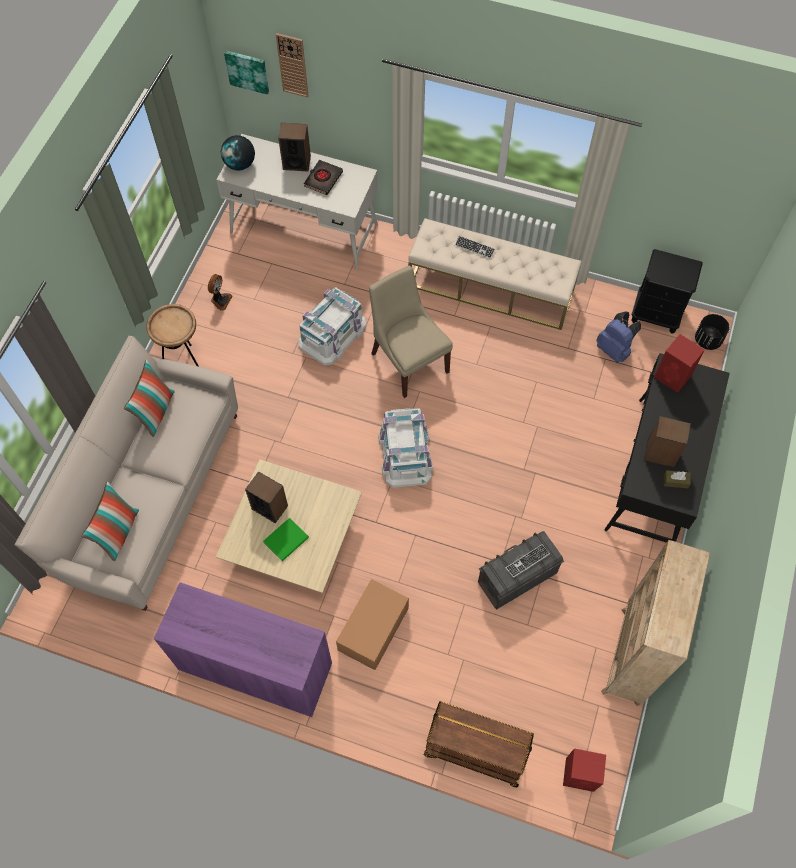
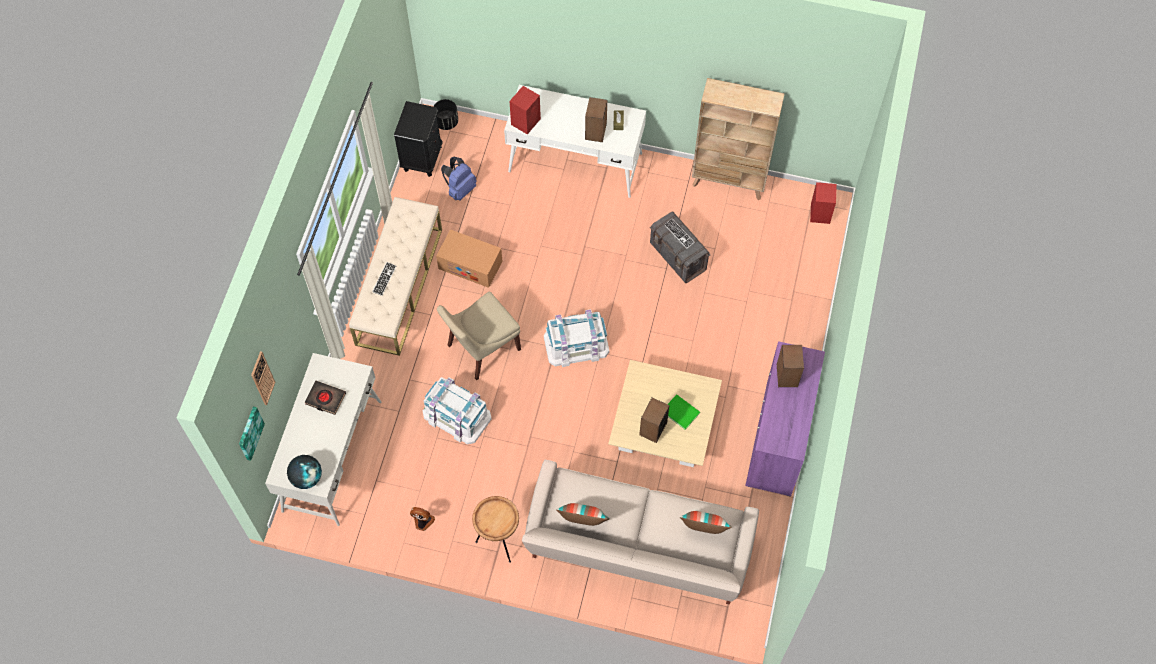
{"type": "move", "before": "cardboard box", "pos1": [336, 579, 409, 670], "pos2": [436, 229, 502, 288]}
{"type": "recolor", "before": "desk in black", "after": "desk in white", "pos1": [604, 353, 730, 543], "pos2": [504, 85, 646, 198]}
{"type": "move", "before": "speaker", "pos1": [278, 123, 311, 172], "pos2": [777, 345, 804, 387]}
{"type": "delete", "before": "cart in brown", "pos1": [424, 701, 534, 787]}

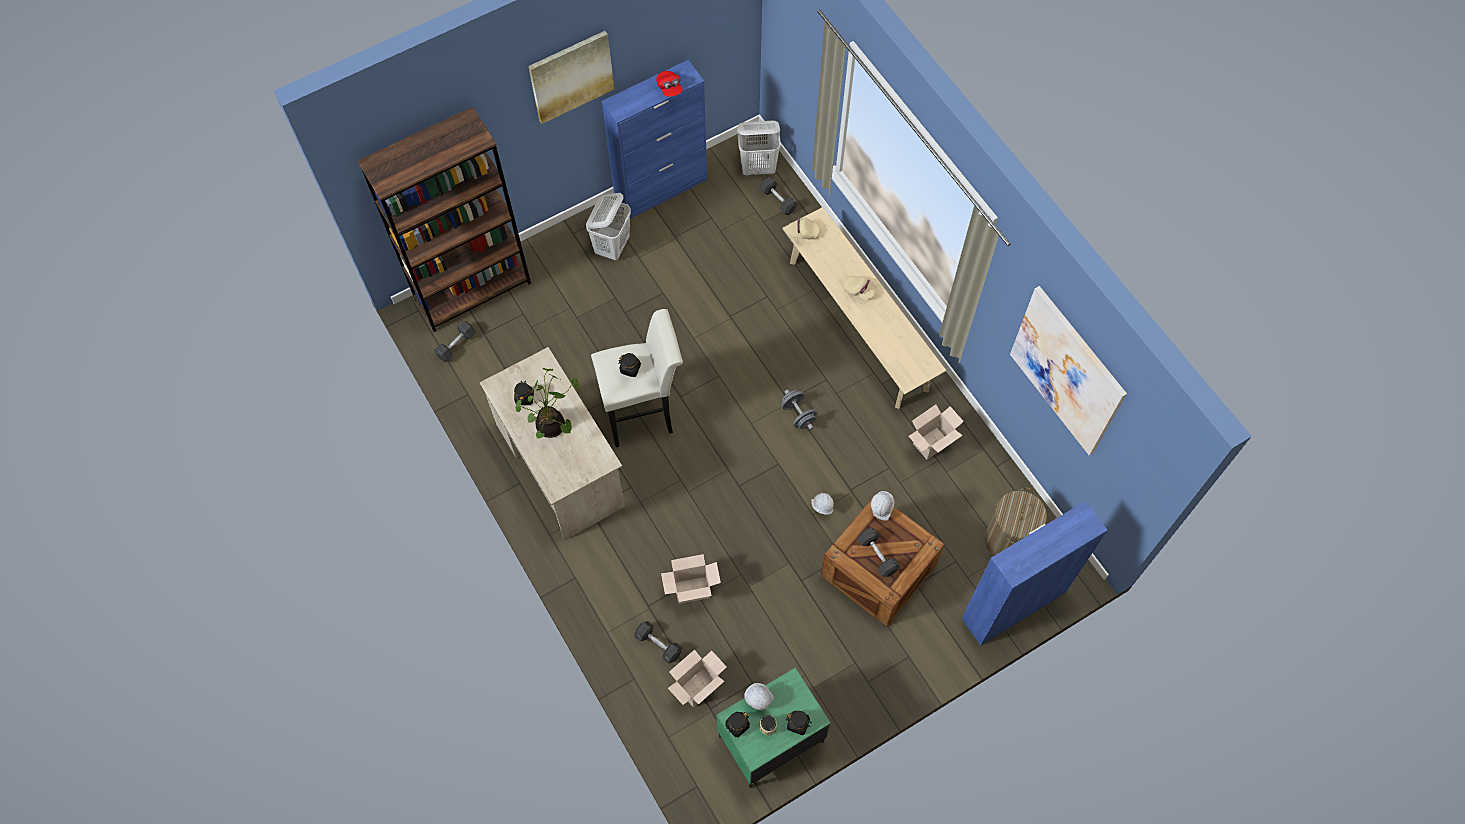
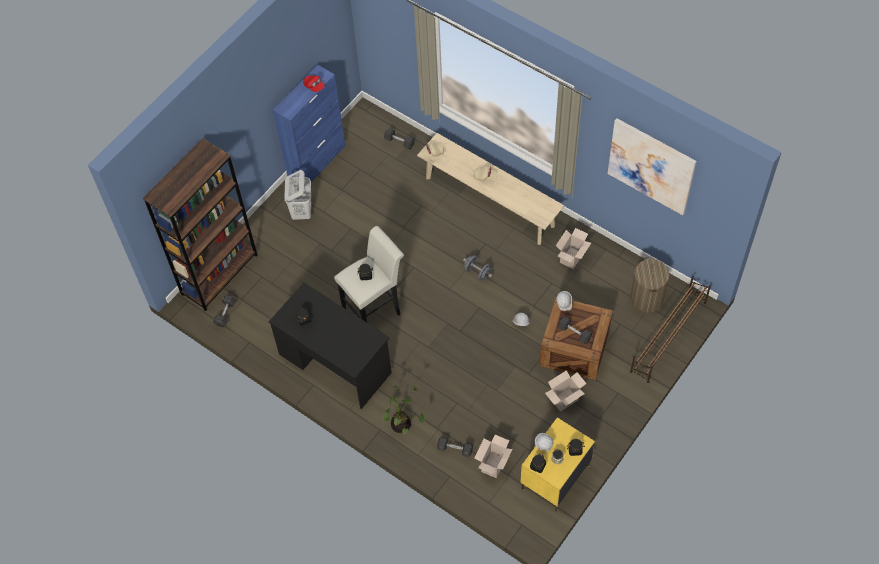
{"type": "recolor", "before": "desk in beige", "after": "desk in black", "pos1": [479, 347, 625, 540], "pos2": [269, 283, 392, 409]}
{"type": "move", "before": "potted plant", "pos1": [515, 368, 580, 439], "pos2": [383, 385, 425, 434]}
{"type": "recolor", "before": "nightstand in green", "after": "nightstand in yellow", "pos1": [716, 667, 831, 788], "pos2": [521, 417, 595, 512]}
{"type": "move", "before": "cardboard box", "pos1": [661, 554, 721, 604], "pos2": [545, 370, 587, 412]}
{"type": "replace", "before": "cabinet in blue", "after": "shoe rack in brown", "pos1": [962, 501, 1108, 645], "pos2": [630, 276, 711, 383]}
{"type": "delete", "before": "picture", "pos1": [528, 31, 614, 124]}
{"type": "delete", "before": "laundry basket in white", "pos1": [737, 121, 781, 175]}

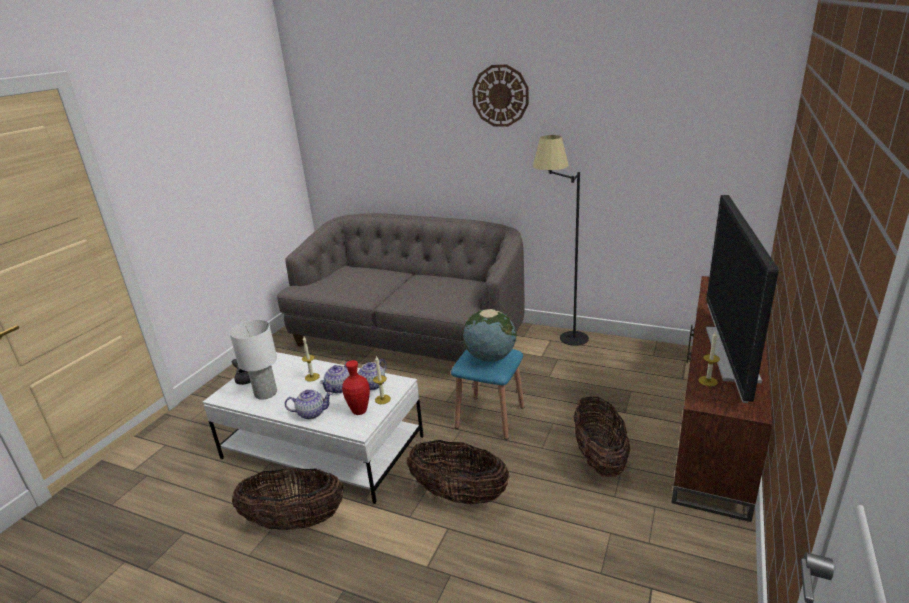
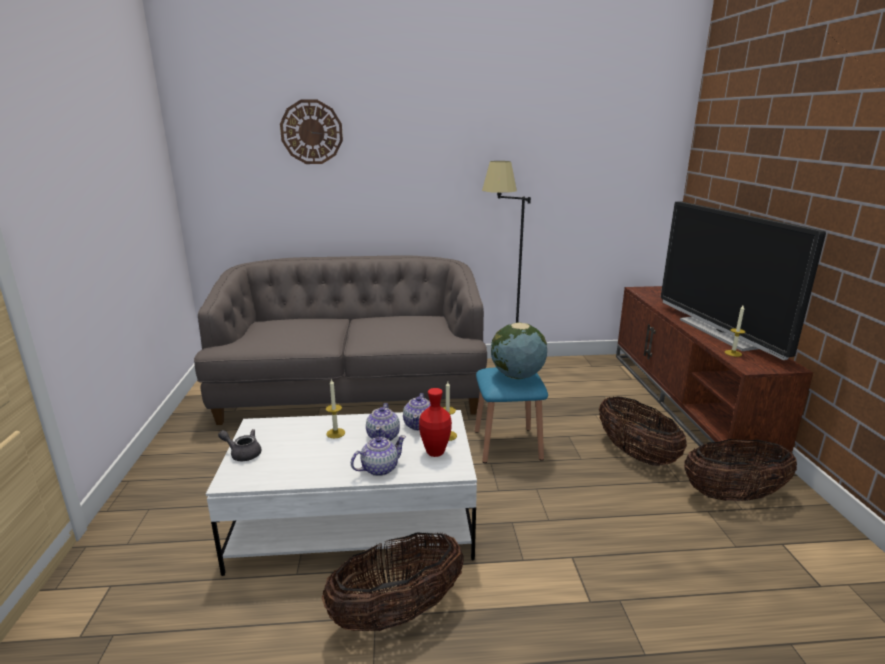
{"type": "move", "before": "wall clock", "pos1": [472, 64, 529, 127], "pos2": [280, 100, 343, 164]}
{"type": "move", "before": "basket", "pos1": [407, 440, 510, 505], "pos2": [684, 439, 797, 501]}
{"type": "delete", "before": "table lamp in white", "pos1": [229, 320, 277, 400]}

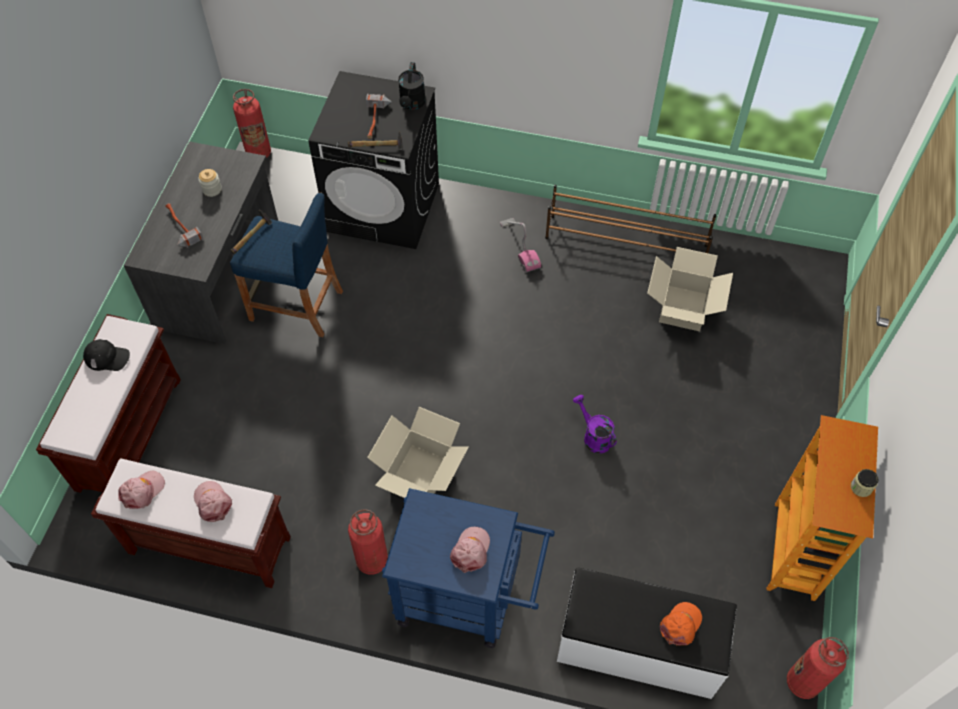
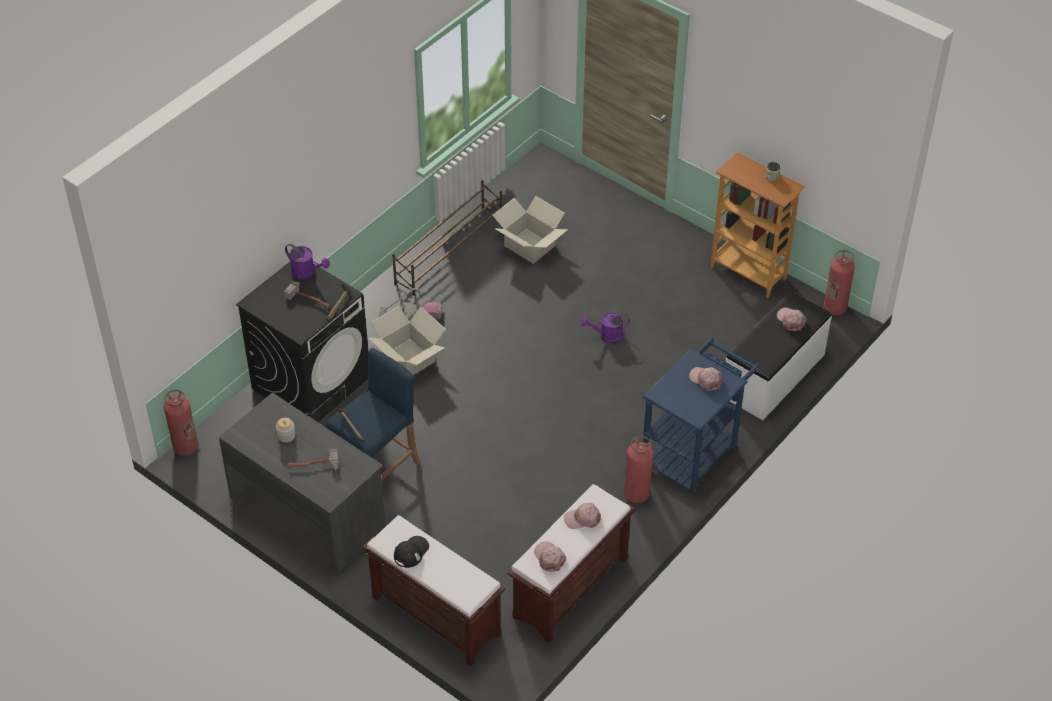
{"type": "recolor", "before": "watering can in black", "after": "watering can in purple", "pos1": [398, 62, 426, 110], "pos2": [285, 244, 330, 280]}
{"type": "move", "before": "cardboard box", "pos1": [367, 407, 468, 498], "pos2": [368, 306, 446, 375]}
{"type": "recolor", "before": "cap in orange", "after": "cap in pink", "pos1": [660, 602, 702, 646], "pos2": [777, 307, 807, 331]}

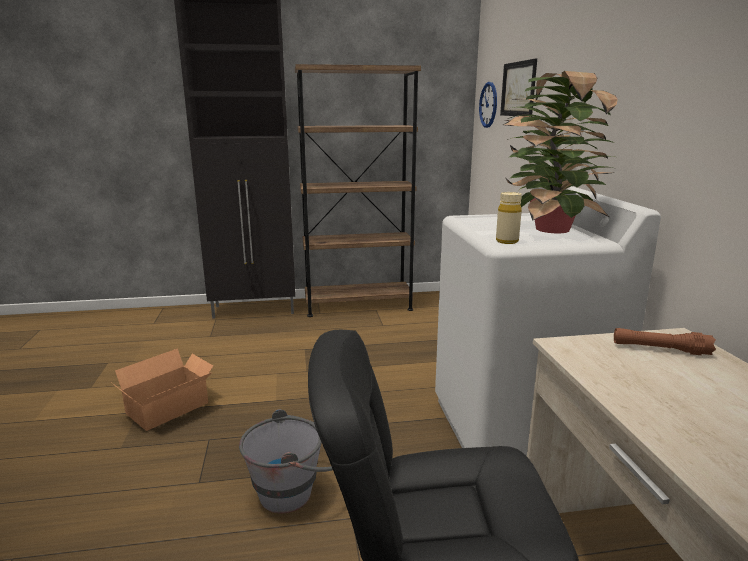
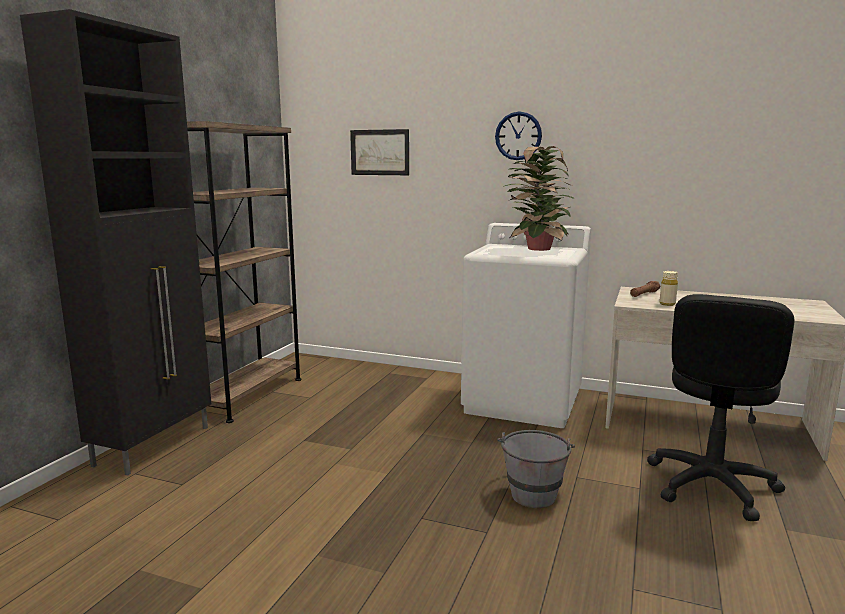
{"type": "move", "before": "wall clock", "pos1": [479, 82, 497, 128], "pos2": [495, 112, 542, 160]}
{"type": "move", "before": "bottle in beige", "pos1": [496, 192, 522, 244], "pos2": [659, 271, 678, 306]}
{"type": "delete", "before": "cardboard box", "pos1": [112, 348, 213, 431]}

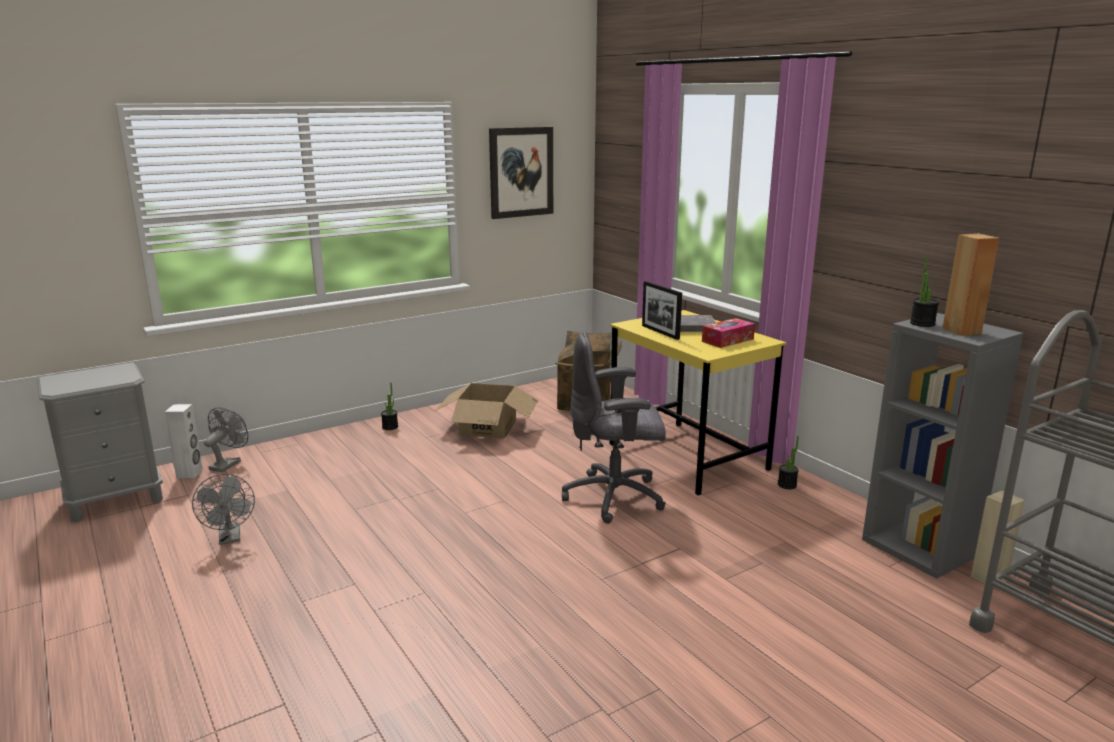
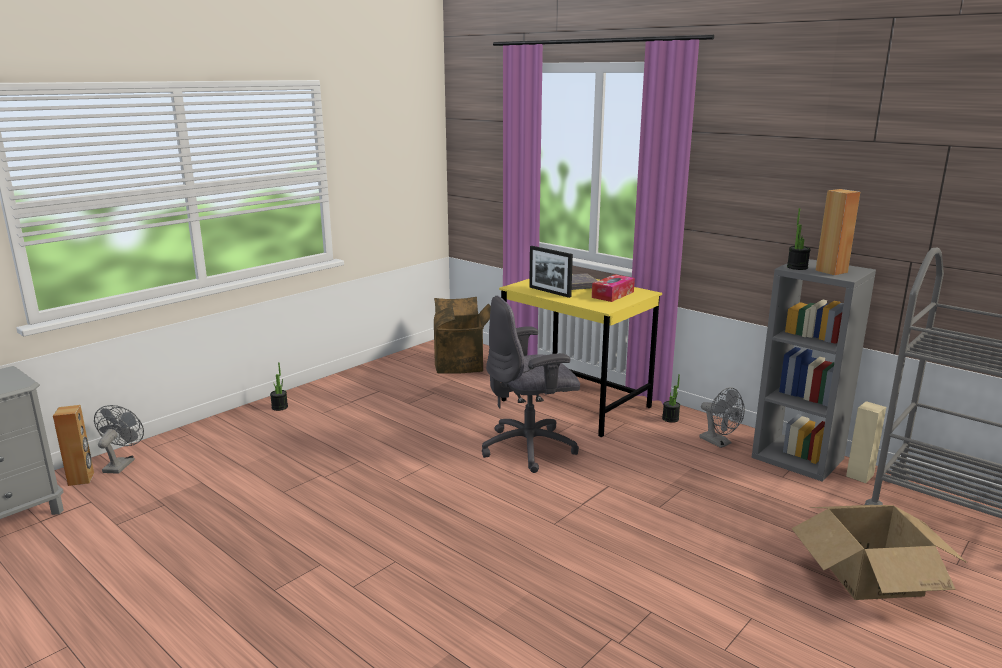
{"type": "recolor", "before": "speaker in white", "after": "speaker in brown", "pos1": [165, 404, 203, 478], "pos2": [53, 405, 94, 486]}
{"type": "move", "before": "fan in grey", "pos1": [192, 474, 255, 545], "pos2": [700, 387, 745, 448]}
{"type": "move", "before": "cardboard box", "pos1": [435, 383, 538, 439], "pos2": [792, 505, 967, 600]}
{"type": "delete", "before": "picture", "pos1": [489, 127, 553, 219]}

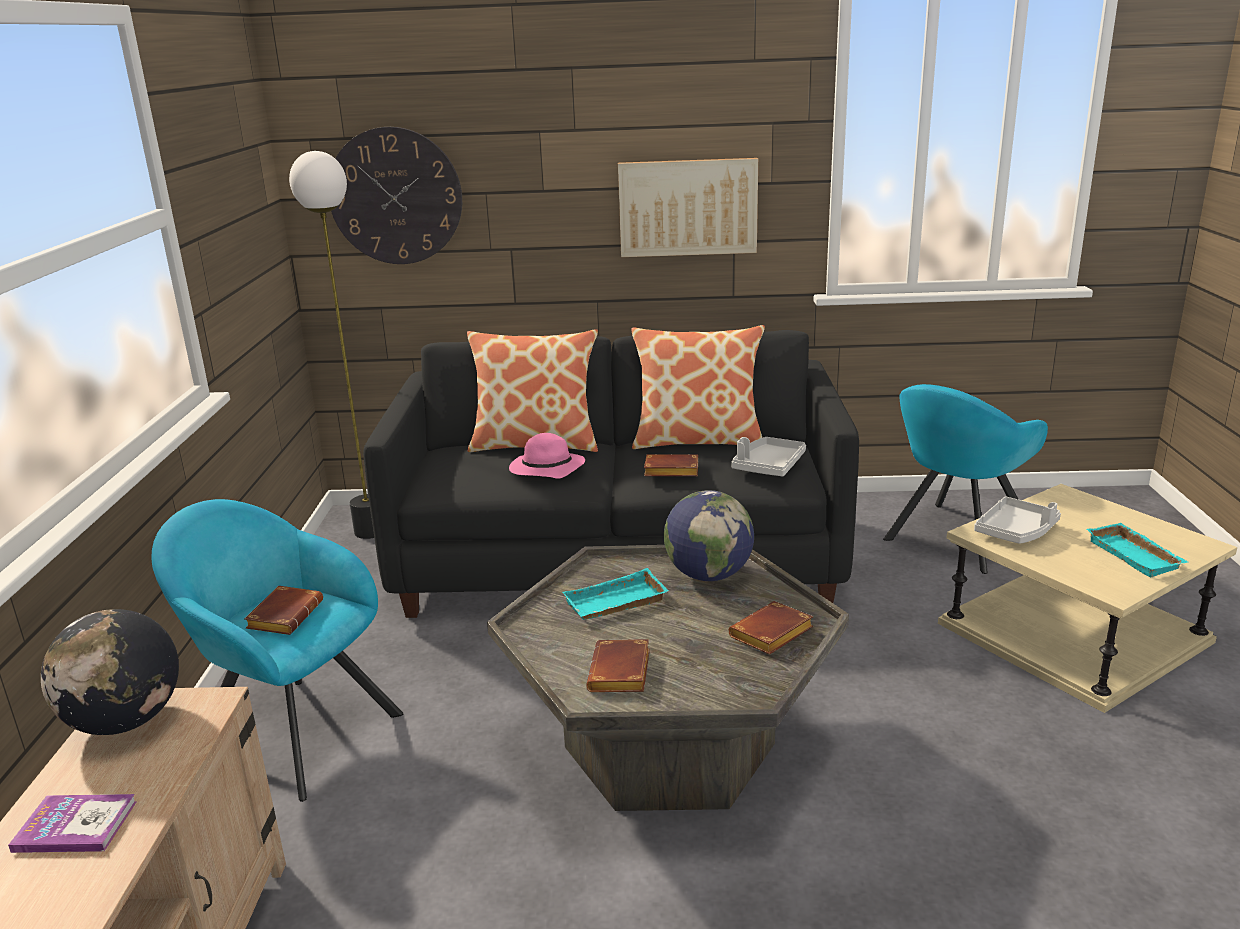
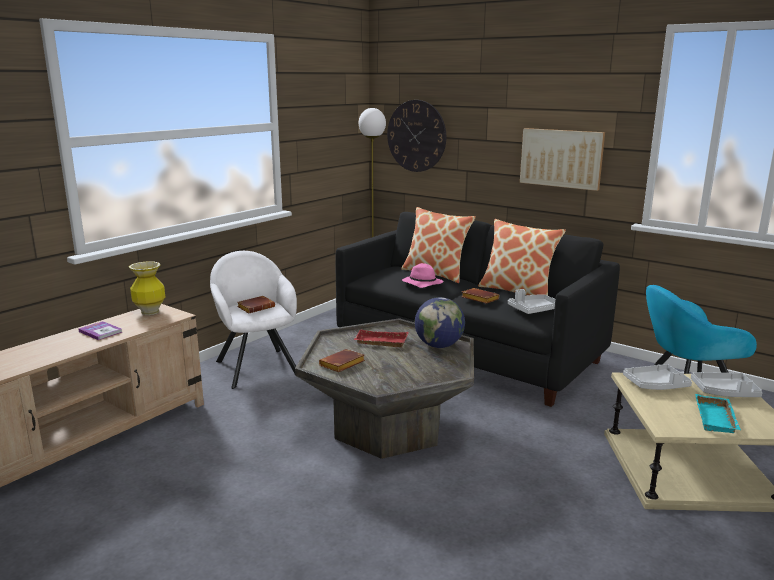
{"type": "replace", "before": "globe", "after": "vase", "pos1": [41, 609, 179, 735], "pos2": [129, 261, 165, 315]}
{"type": "recolor", "before": "armchair in turquoise", "after": "armchair in white", "pos1": [151, 499, 403, 802], "pos2": [210, 251, 297, 389]}
{"type": "recolor", "before": "tray in turquoise", "after": "tray in red", "pos1": [563, 568, 669, 620], "pos2": [354, 329, 408, 347]}
{"type": "insert", "after": "tray in grey", "pos2": [691, 372, 763, 397]}
{"type": "delete", "before": "book in brown", "pos1": [729, 601, 813, 655]}

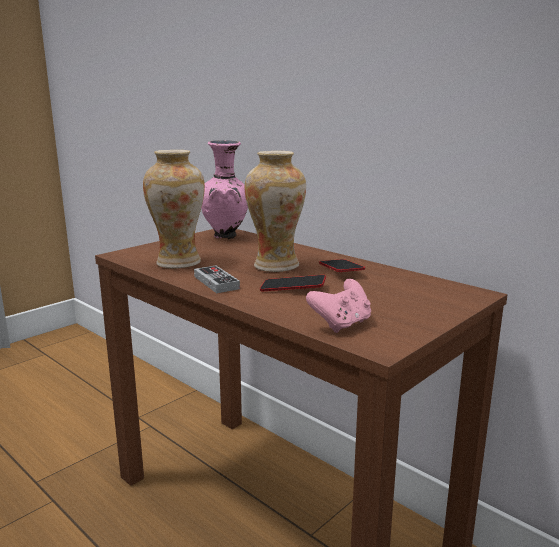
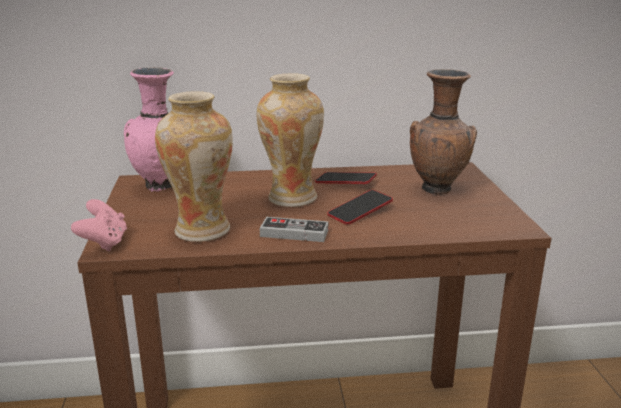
{"type": "move", "before": "game controller in pink", "pos1": [306, 279, 371, 333], "pos2": [71, 199, 127, 251]}
{"type": "insert", "after": "vase in brown", "pos2": [410, 69, 477, 196]}

